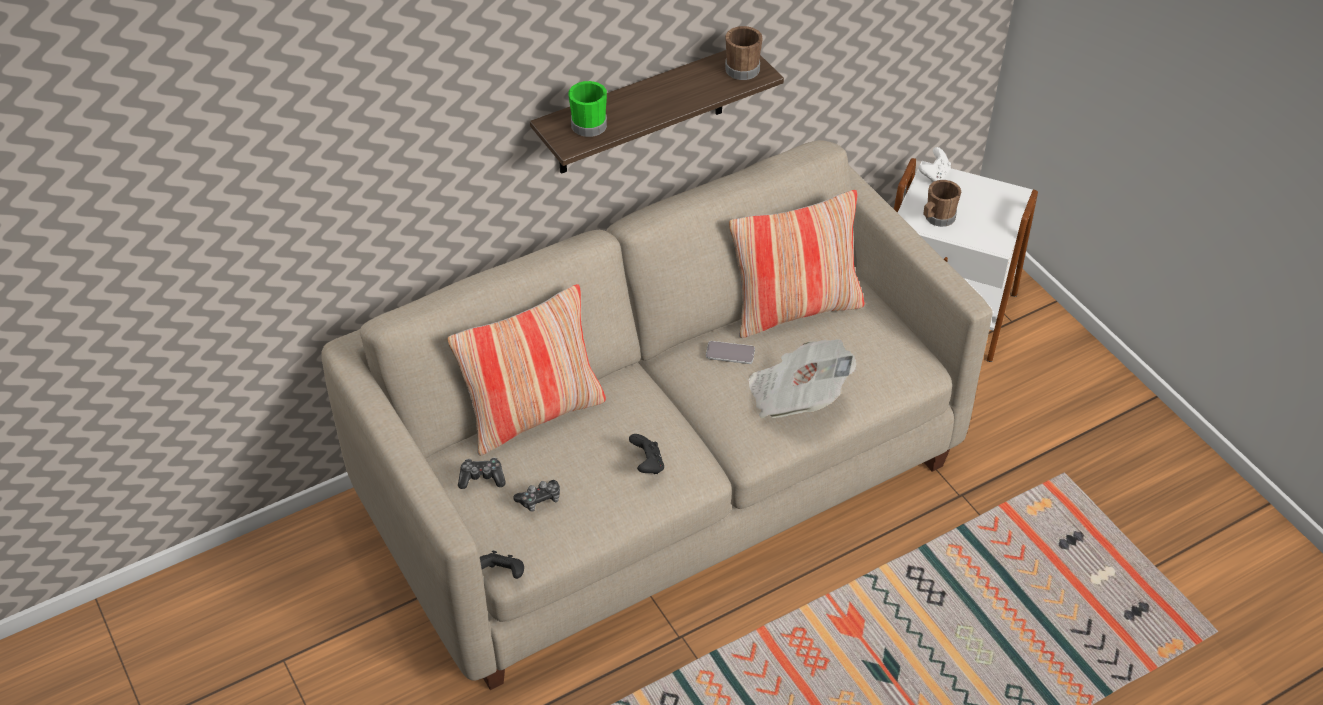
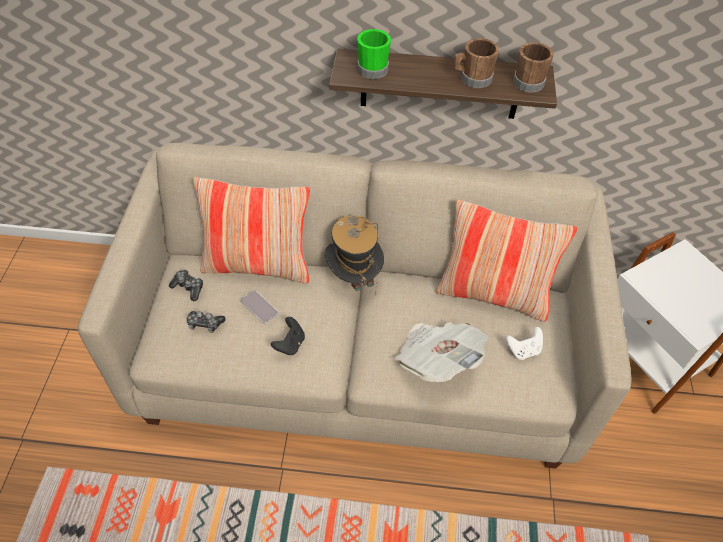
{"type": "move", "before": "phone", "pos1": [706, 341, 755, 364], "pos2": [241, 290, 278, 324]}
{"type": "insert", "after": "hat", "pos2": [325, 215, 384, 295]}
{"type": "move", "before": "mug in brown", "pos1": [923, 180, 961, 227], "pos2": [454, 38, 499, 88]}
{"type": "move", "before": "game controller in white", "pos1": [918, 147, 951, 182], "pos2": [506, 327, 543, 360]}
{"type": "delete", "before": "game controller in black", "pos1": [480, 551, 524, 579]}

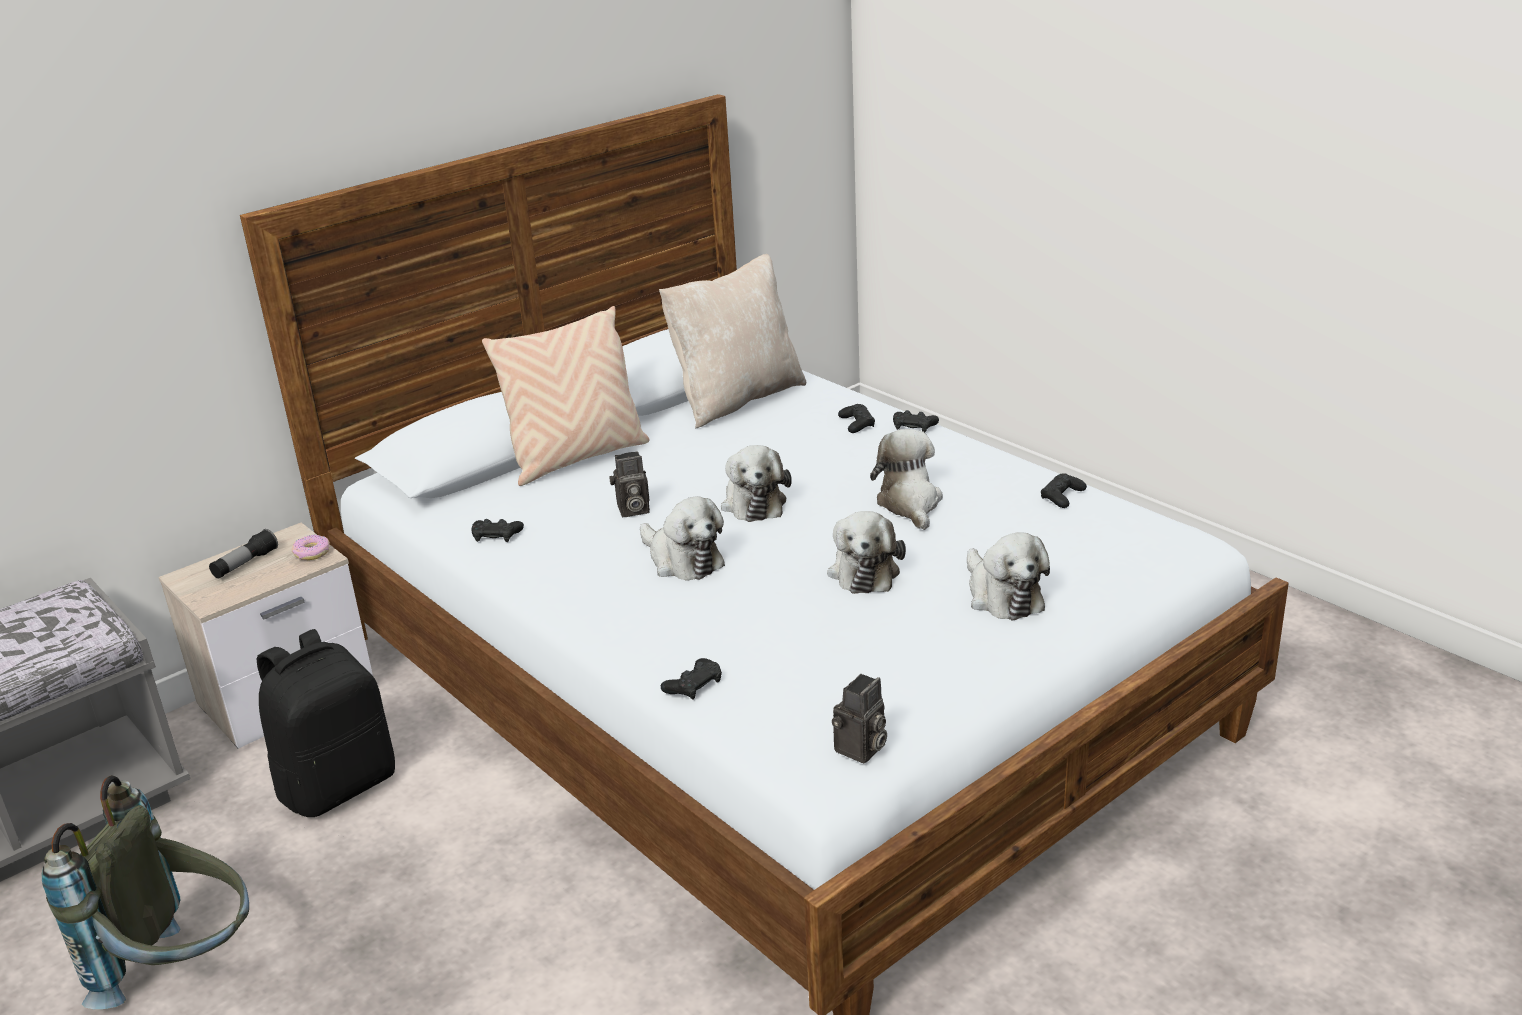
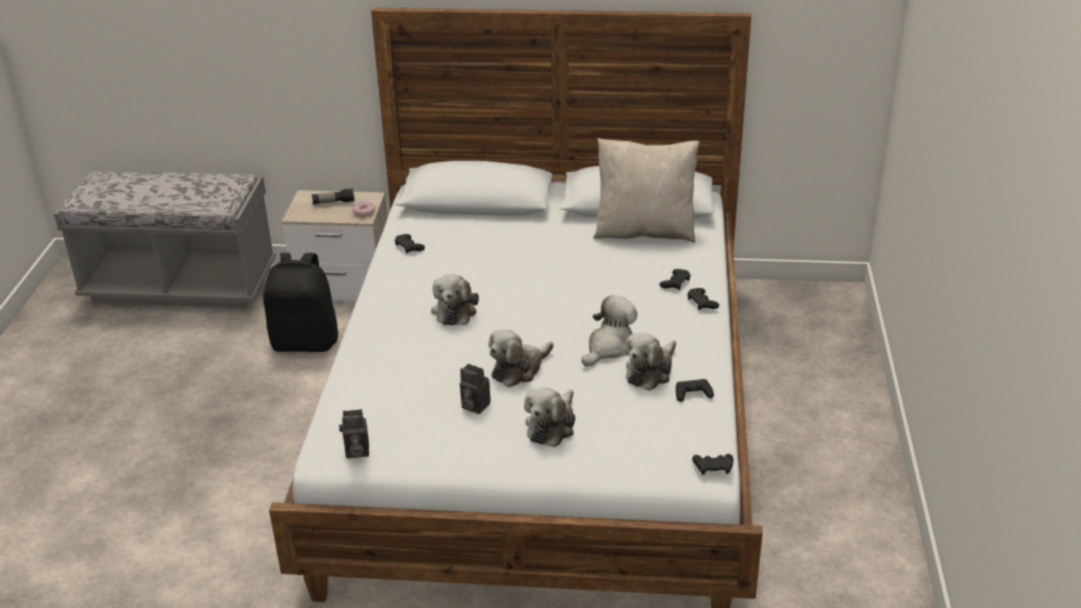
{"type": "move", "before": "photo camera", "pos1": [609, 451, 650, 517], "pos2": [460, 364, 491, 414]}
{"type": "move", "before": "plush toy", "pos1": [721, 445, 792, 522], "pos2": [624, 333, 676, 391]}
{"type": "move", "before": "game controller in black", "pos1": [661, 658, 722, 699], "pos2": [692, 454, 733, 475]}
{"type": "delete", "before": "backpack in grey", "pos1": [42, 775, 249, 1009]}
{"type": "delete", "before": "pillow in beige", "pos1": [482, 306, 650, 486]}

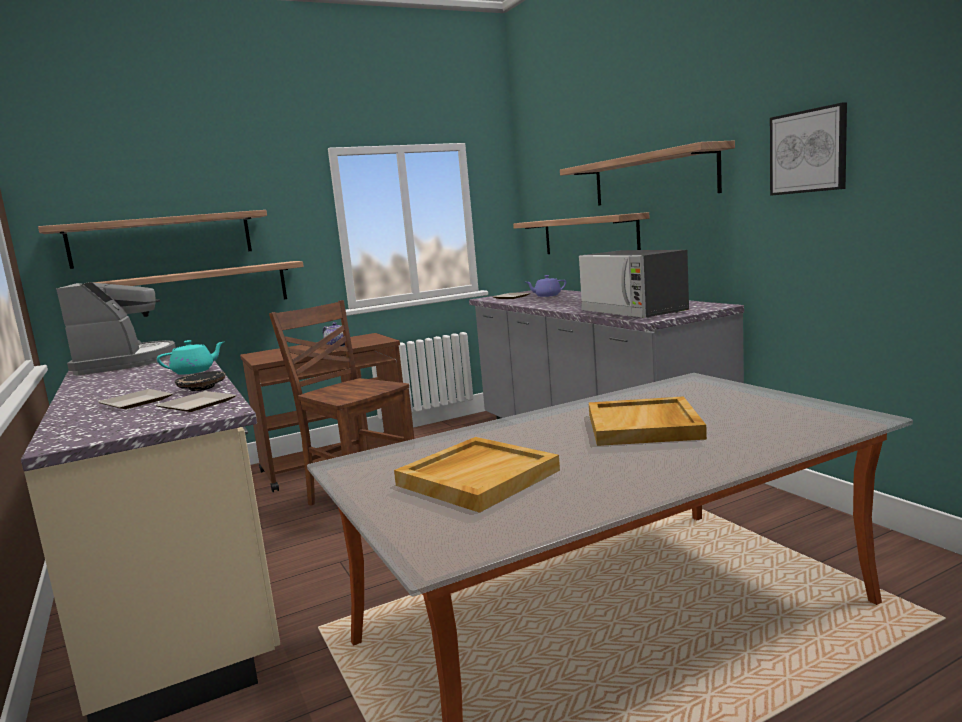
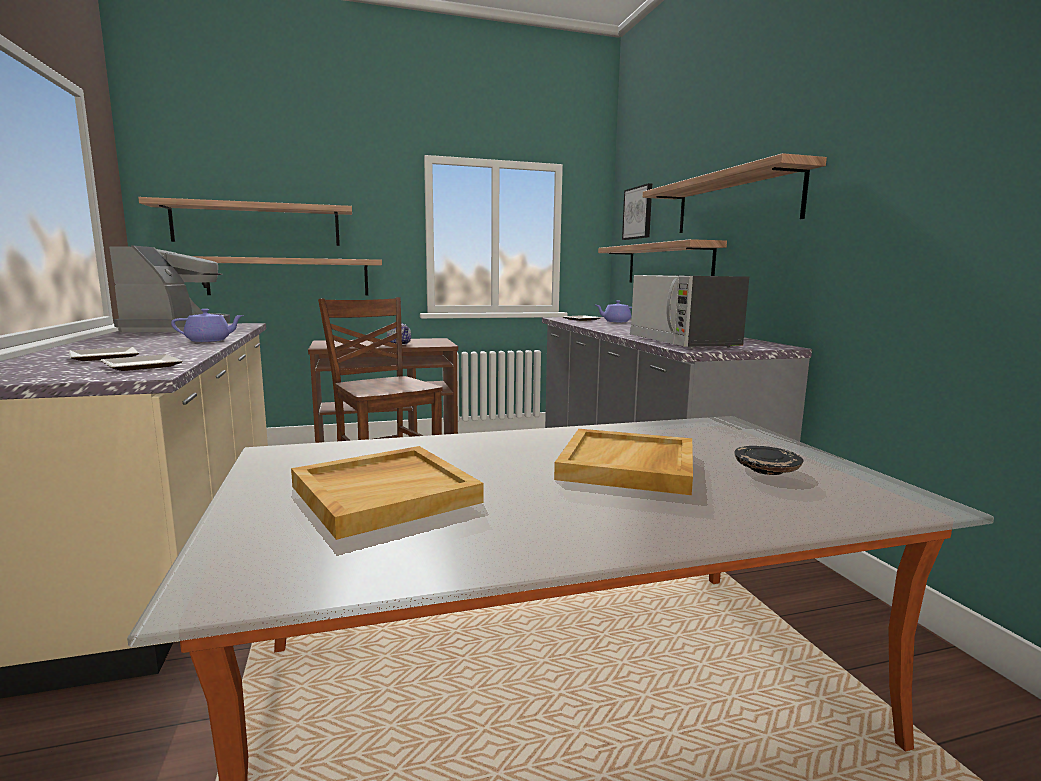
{"type": "recolor", "before": "teapot in turquoise", "after": "teapot in purple", "pos1": [157, 340, 224, 375], "pos2": [171, 309, 244, 342]}
{"type": "move", "before": "picture", "pos1": [770, 102, 847, 196], "pos2": [622, 183, 652, 240]}
{"type": "move", "before": "plate in black", "pos1": [175, 371, 226, 391], "pos2": [734, 446, 804, 475]}

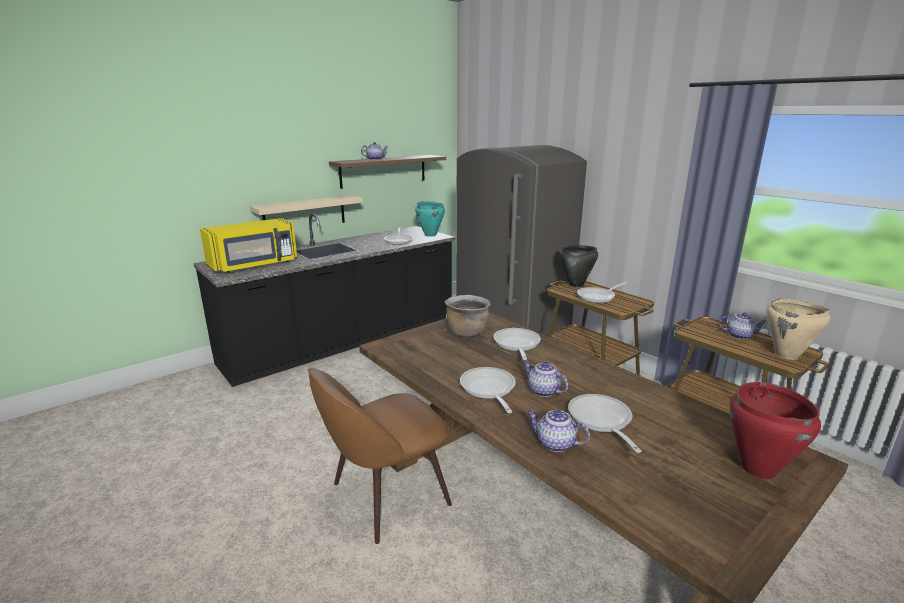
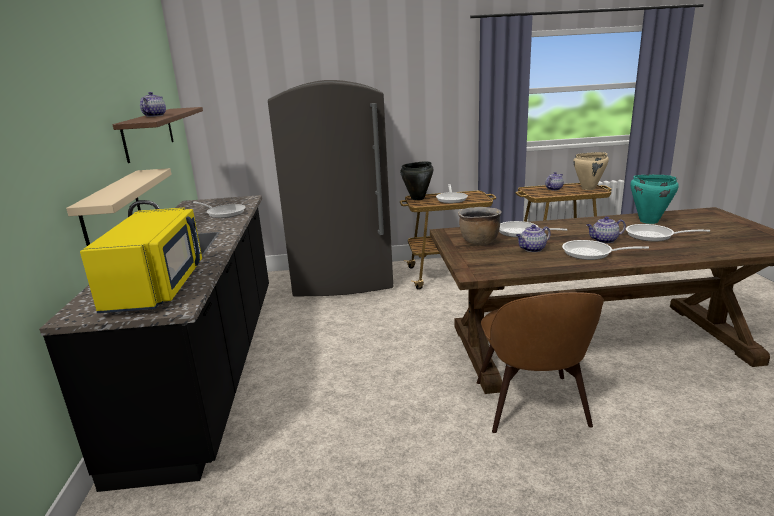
{"type": "move", "before": "teapot", "pos1": [527, 410, 590, 452], "pos2": [516, 225, 551, 252]}
{"type": "move", "before": "cooking pot in turquoise", "pos1": [415, 201, 445, 237], "pos2": [630, 175, 679, 224]}
{"type": "delete", "before": "cooking pot in red", "pos1": [729, 382, 821, 479]}

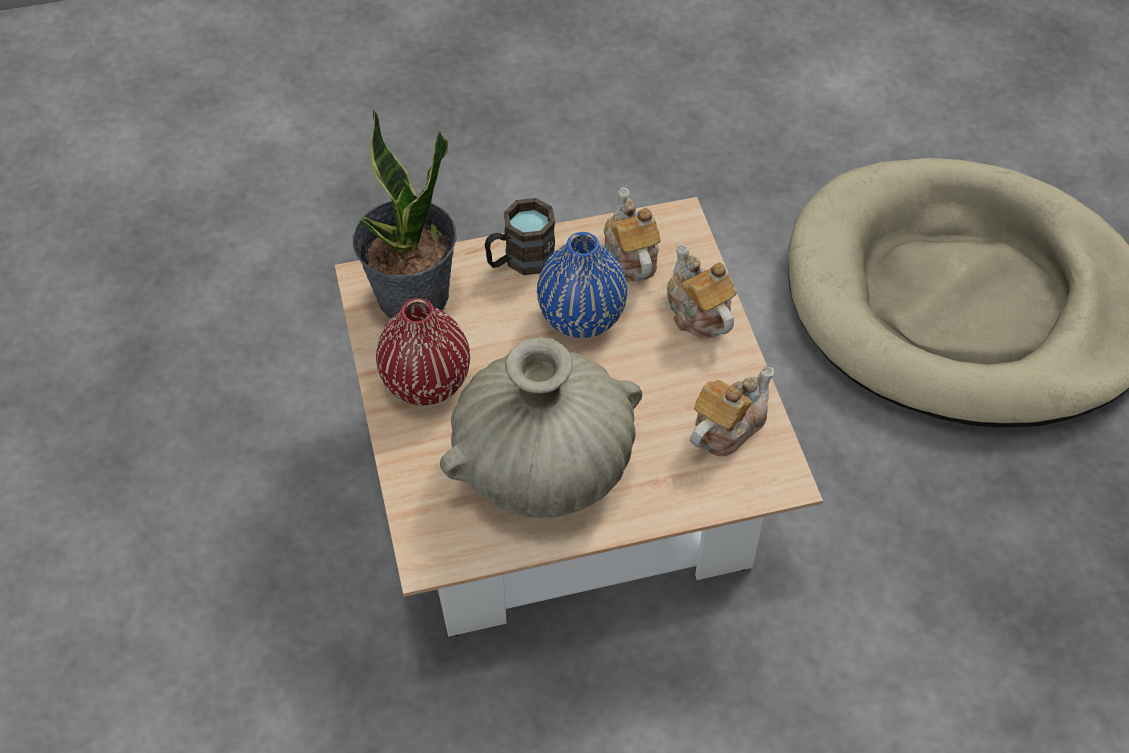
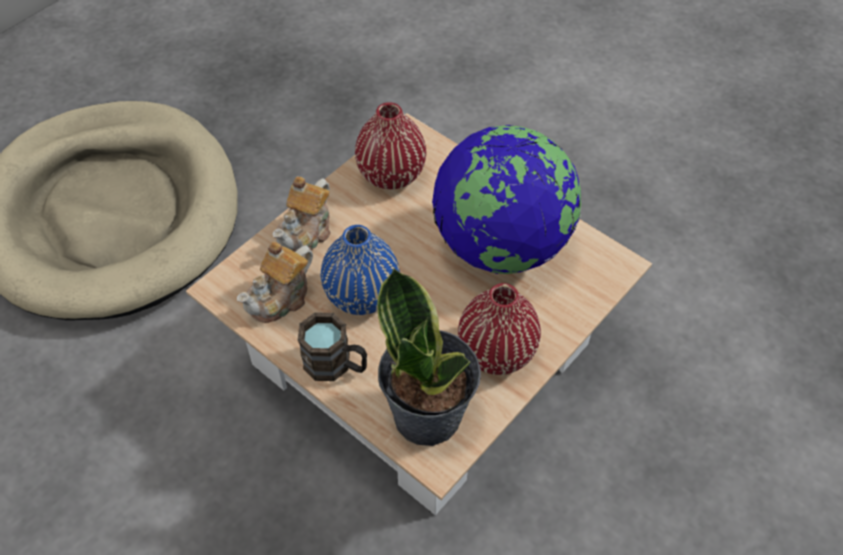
{"type": "replace", "before": "teapot", "after": "vase in red", "pos1": [690, 366, 774, 456], "pos2": [355, 102, 426, 189]}
{"type": "replace", "before": "vase in beige", "after": "globe", "pos1": [440, 337, 642, 518], "pos2": [432, 125, 581, 274]}

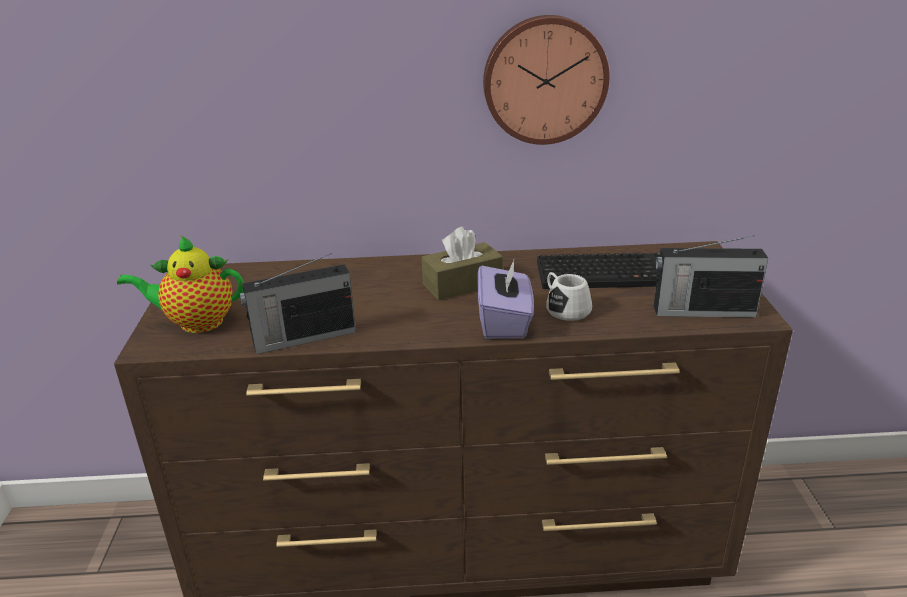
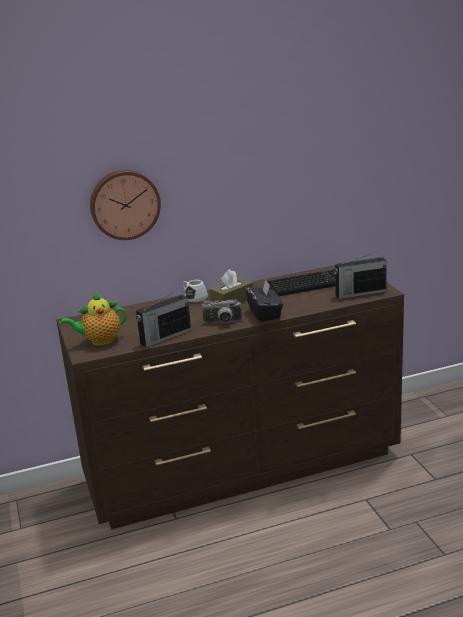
{"type": "move", "before": "wall clock", "pos1": [483, 15, 610, 145], "pos2": [90, 170, 161, 240]}
{"type": "move", "before": "mug in white", "pos1": [546, 272, 592, 321], "pos2": [183, 280, 208, 302]}
{"type": "insert", "after": "photo camera", "pos2": [202, 299, 242, 323]}
{"type": "recolor", "before": "tissue box in purple", "after": "tissue box in black", "pos1": [477, 258, 534, 339], "pos2": [245, 280, 283, 322]}

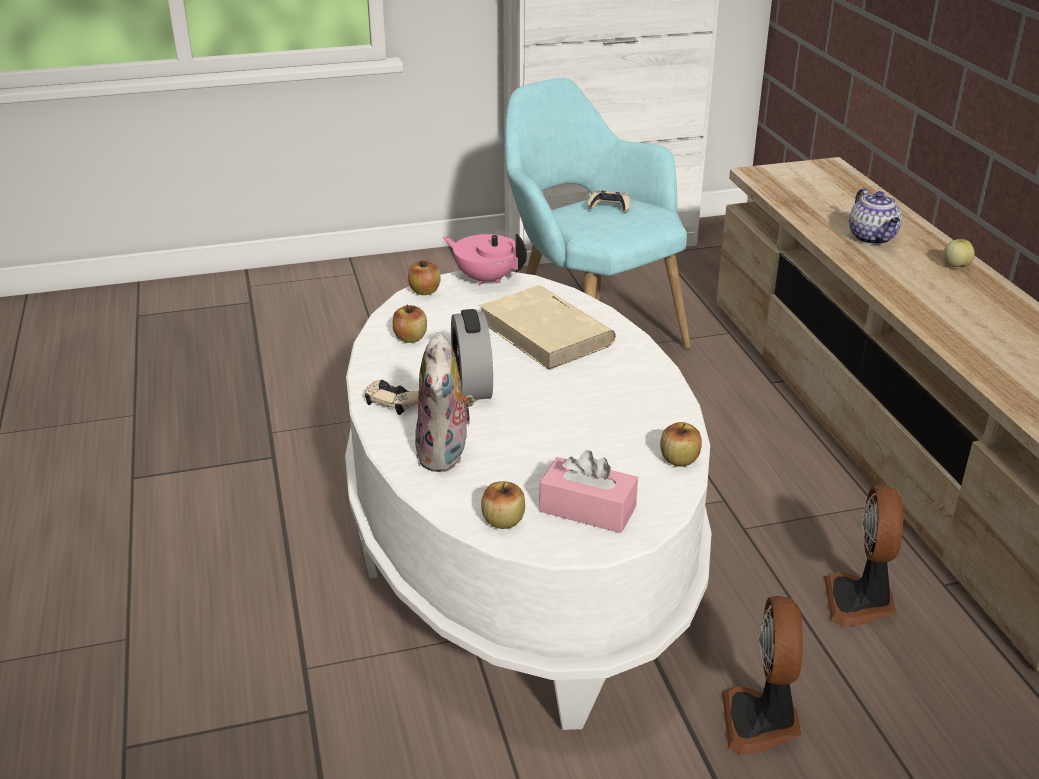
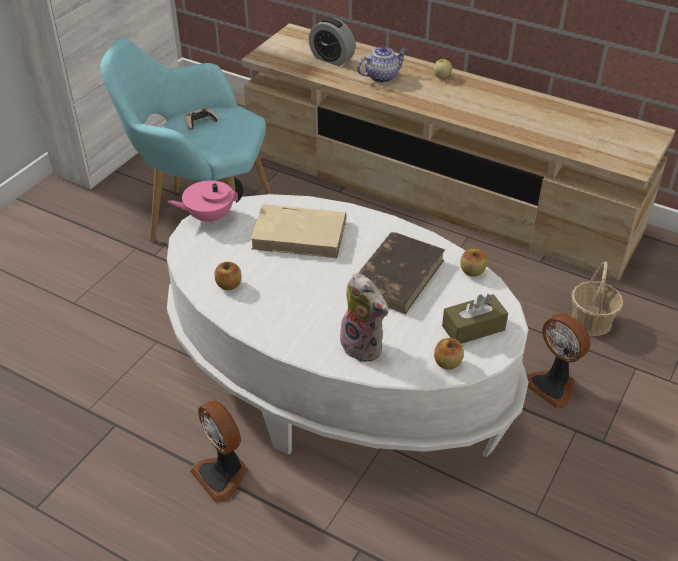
{"type": "move", "before": "fan", "pos1": [824, 485, 903, 627], "pos2": [190, 400, 248, 503]}
{"type": "move", "before": "alarm clock", "pos1": [451, 309, 493, 400], "pos2": [309, 17, 356, 66]}
{"type": "rotate", "before": "teapot", "pos1": [849, 188, 902, 245], "pos2": [357, 46, 408, 83], "turn": -60}
{"type": "insert", "after": "book in brown", "pos2": [358, 232, 445, 314]}
{"type": "recolor", "before": "tissue box in pink", "after": "tissue box in brown", "pos1": [539, 450, 638, 533], "pos2": [442, 294, 508, 344]}
{"type": "insert", "after": "basket", "pos2": [571, 261, 623, 336]}
{"type": "delete", "before": "game controller in beige", "pos1": [365, 380, 419, 415]}
{"type": "delete", "before": "apple", "pos1": [408, 260, 440, 295]}

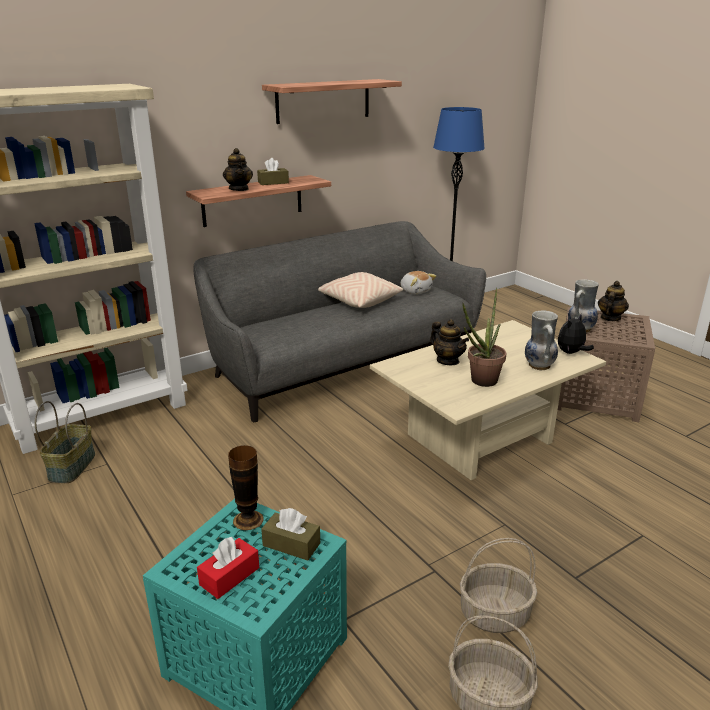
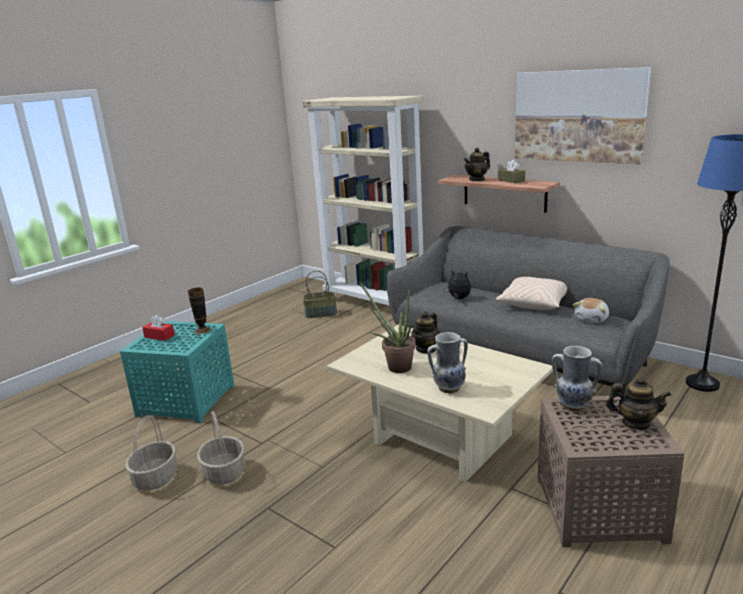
{"type": "move", "before": "plush toy", "pos1": [558, 314, 594, 354], "pos2": [444, 270, 471, 299]}
{"type": "replace", "before": "shelf", "after": "picture", "pos1": [262, 79, 402, 124], "pos2": [515, 67, 651, 165]}
{"type": "delete", "before": "tissue box in brown", "pos1": [261, 508, 320, 560]}

